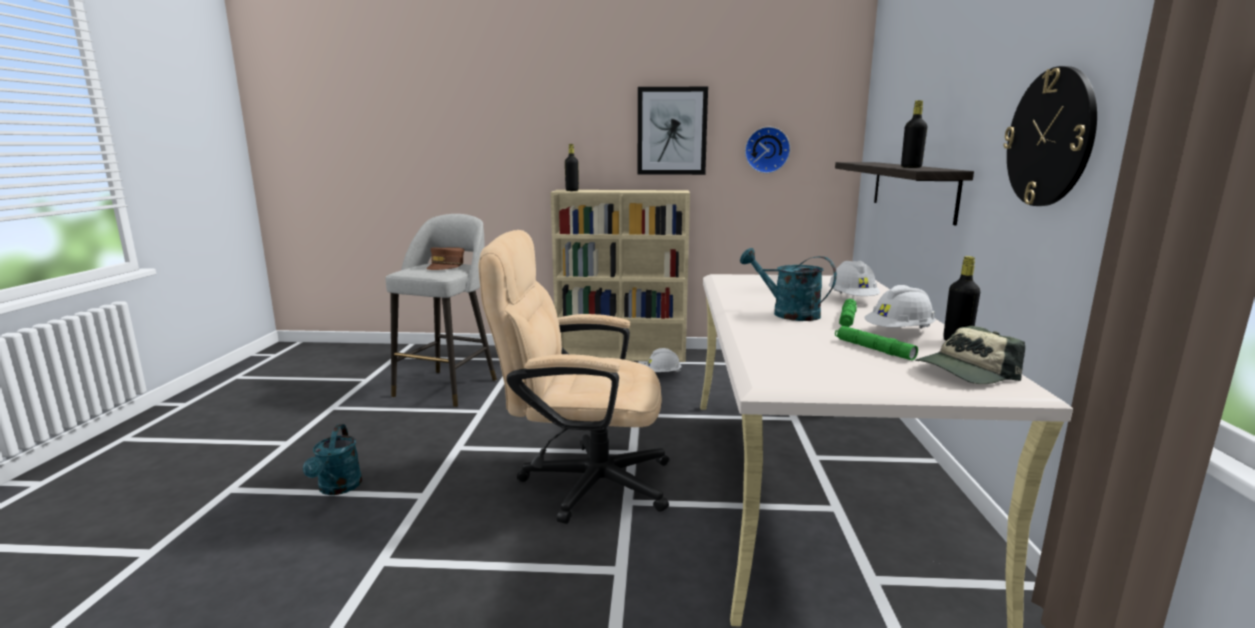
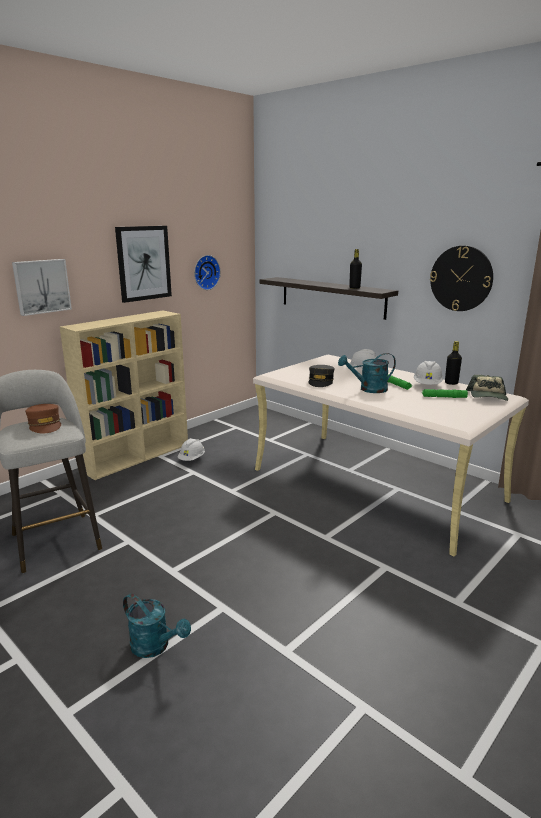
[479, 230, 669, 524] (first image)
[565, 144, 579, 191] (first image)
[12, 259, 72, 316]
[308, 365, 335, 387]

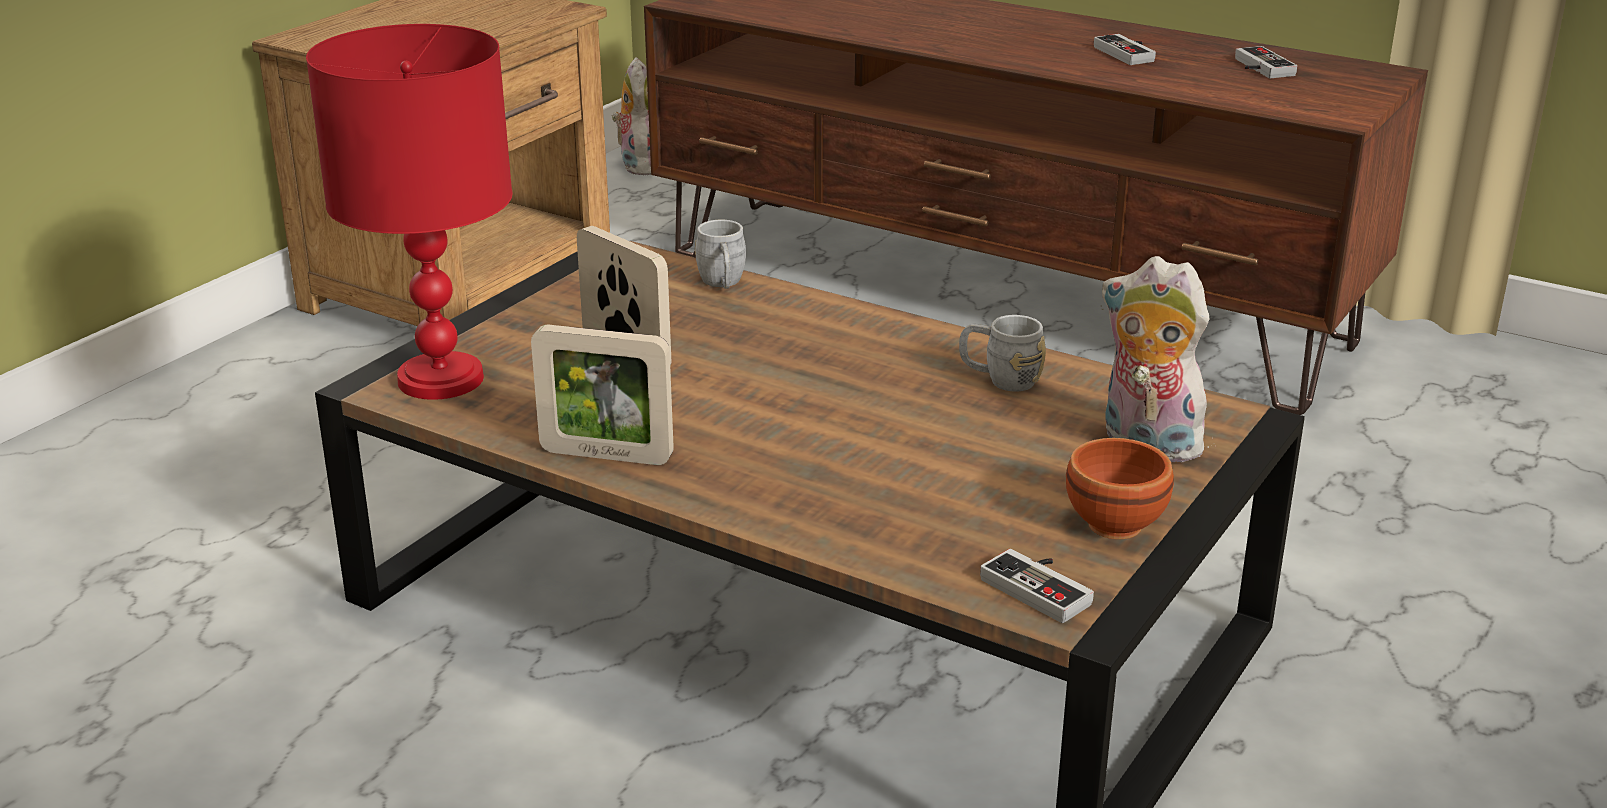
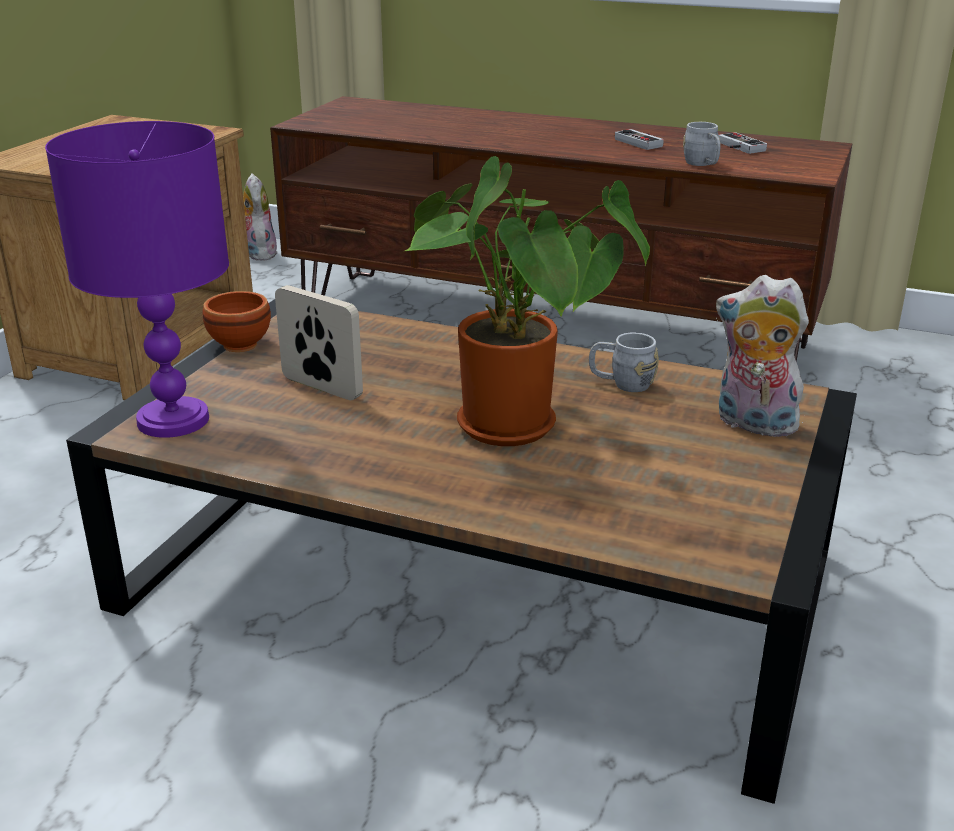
[45, 121, 229, 438]
[531, 325, 674, 465] (first image)
[683, 122, 720, 166]
[980, 549, 1094, 623] (first image)
[203, 291, 271, 352]
[405, 156, 650, 446]

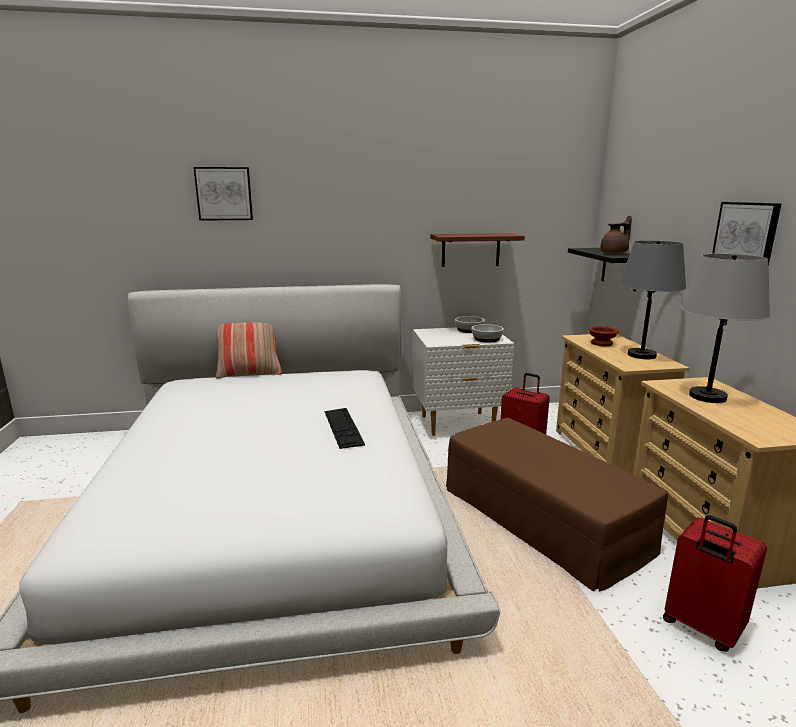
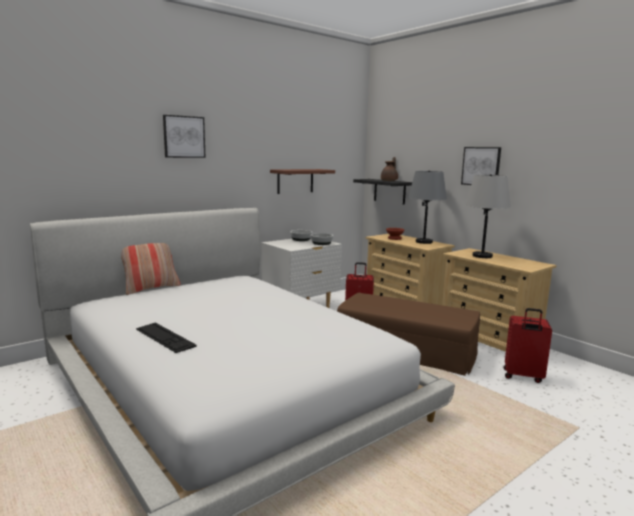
[163, 115, 206, 158]
[136, 323, 197, 353]

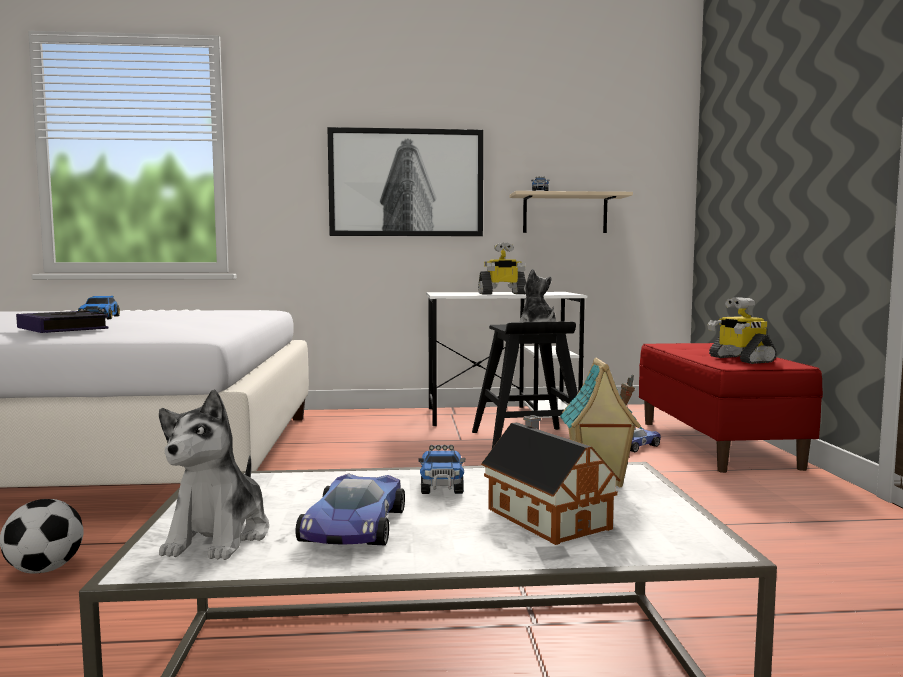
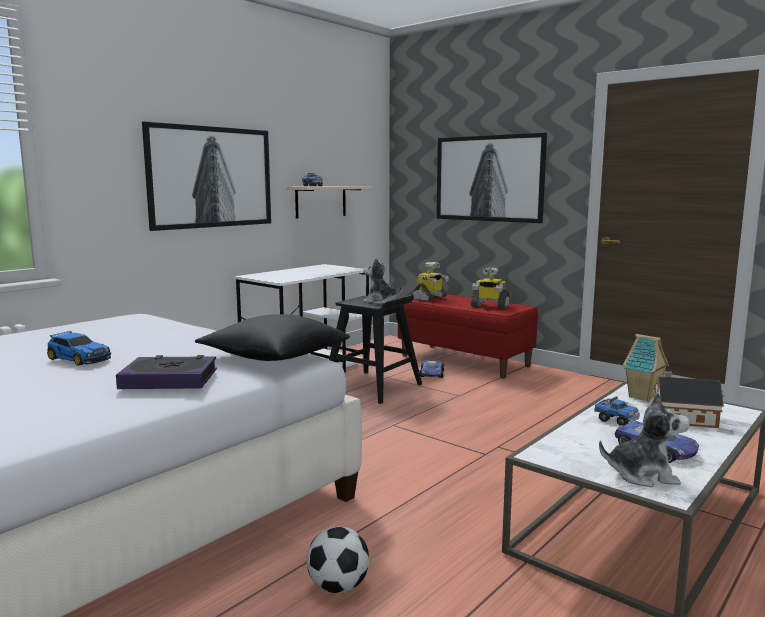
[599, 392, 690, 487]
[412, 262, 449, 301]
[195, 314, 350, 361]
[436, 132, 547, 223]

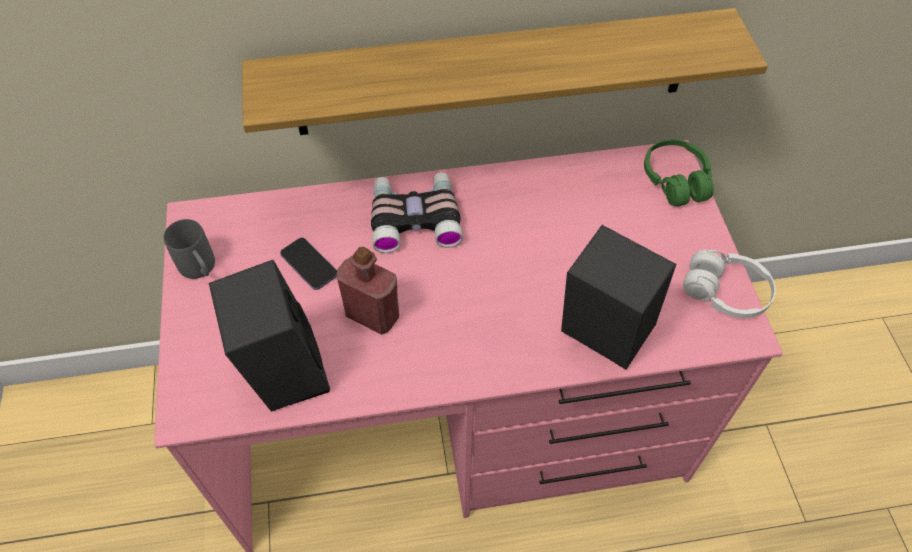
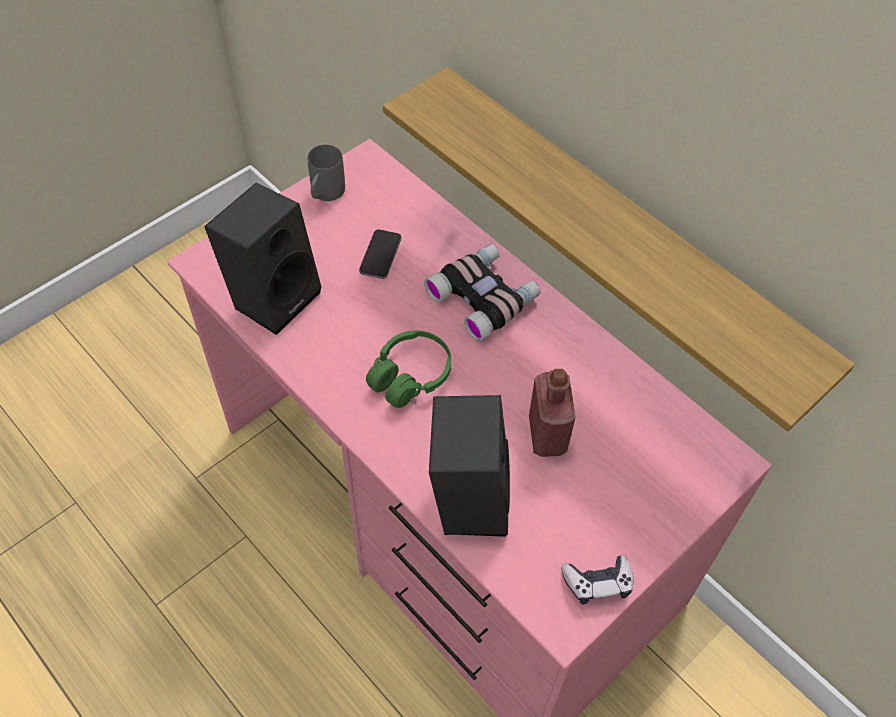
[529, 369, 576, 457]
[366, 330, 452, 408]
[561, 555, 633, 604]

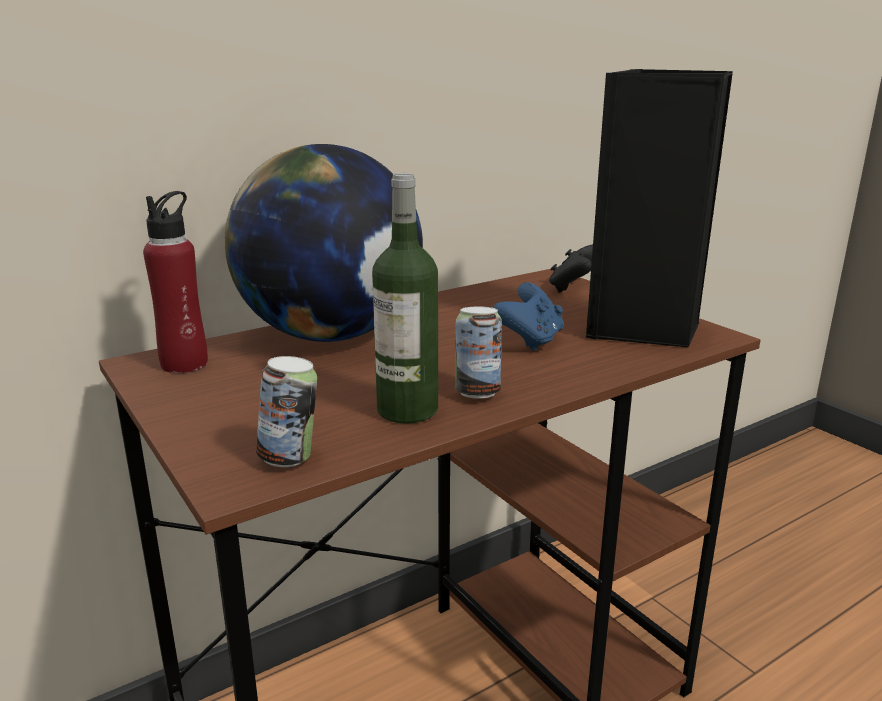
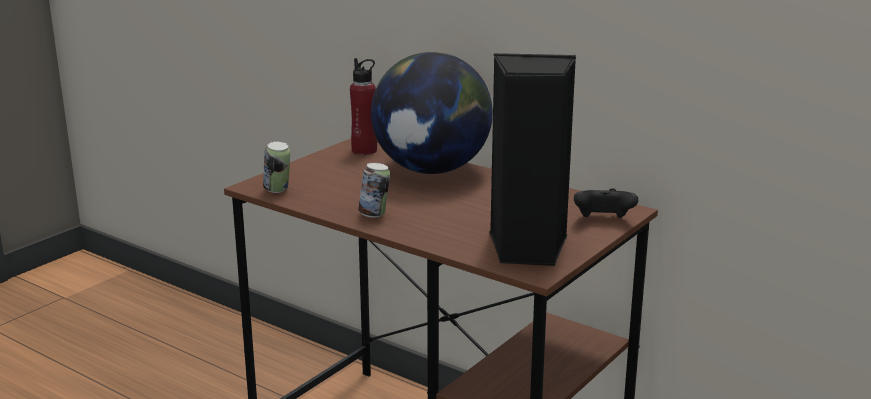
[372, 173, 438, 424] (first image)
[493, 282, 563, 351] (first image)

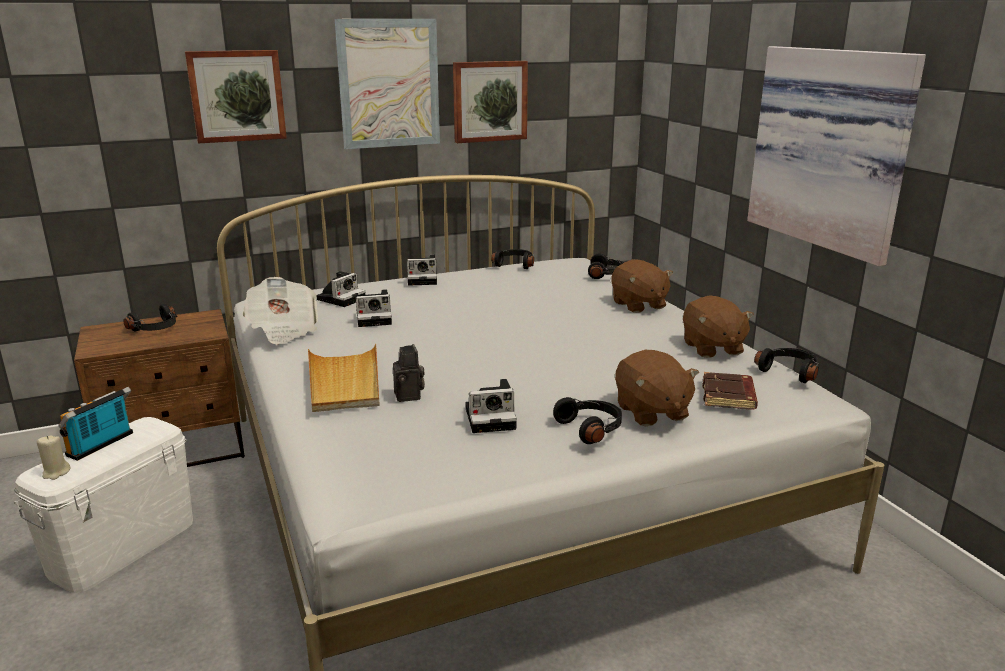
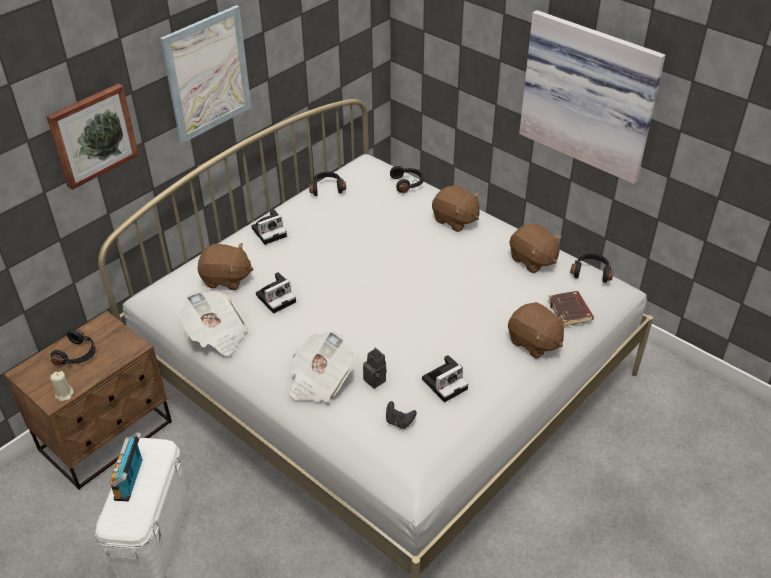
[50, 371, 74, 401]
[290, 331, 354, 403]
[197, 243, 253, 290]
[453, 61, 528, 143] (first image)
[553, 397, 622, 444] (first image)
[386, 401, 417, 429]

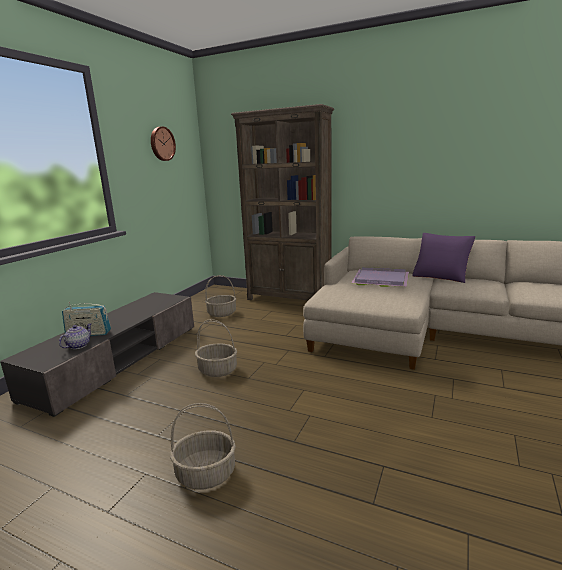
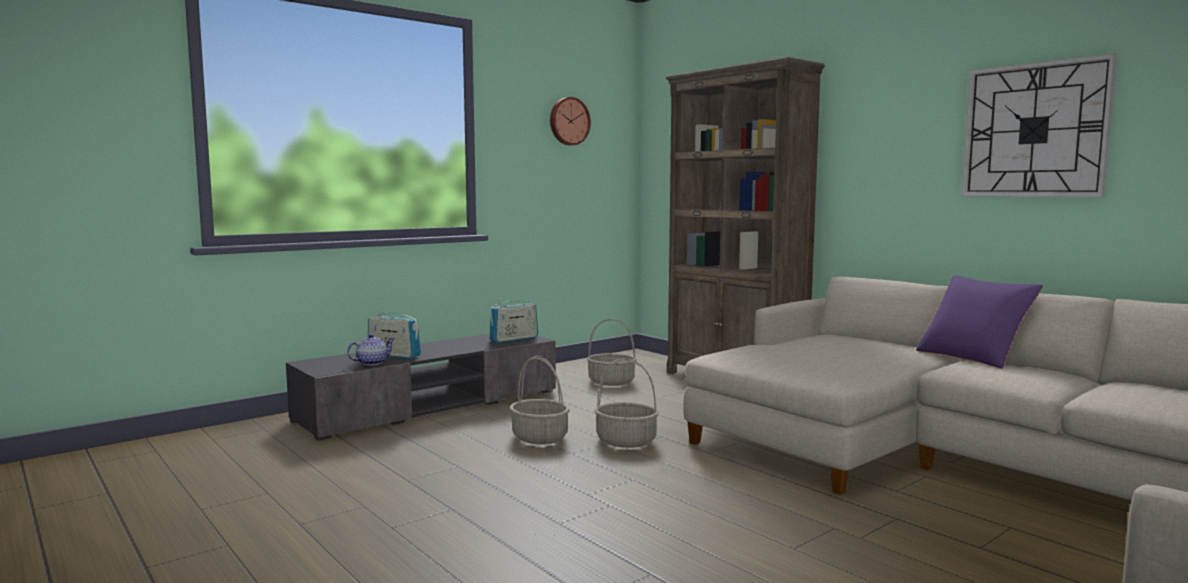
[594, 358, 659, 448]
[351, 267, 409, 287] (first image)
[489, 298, 538, 343]
[962, 53, 1117, 197]

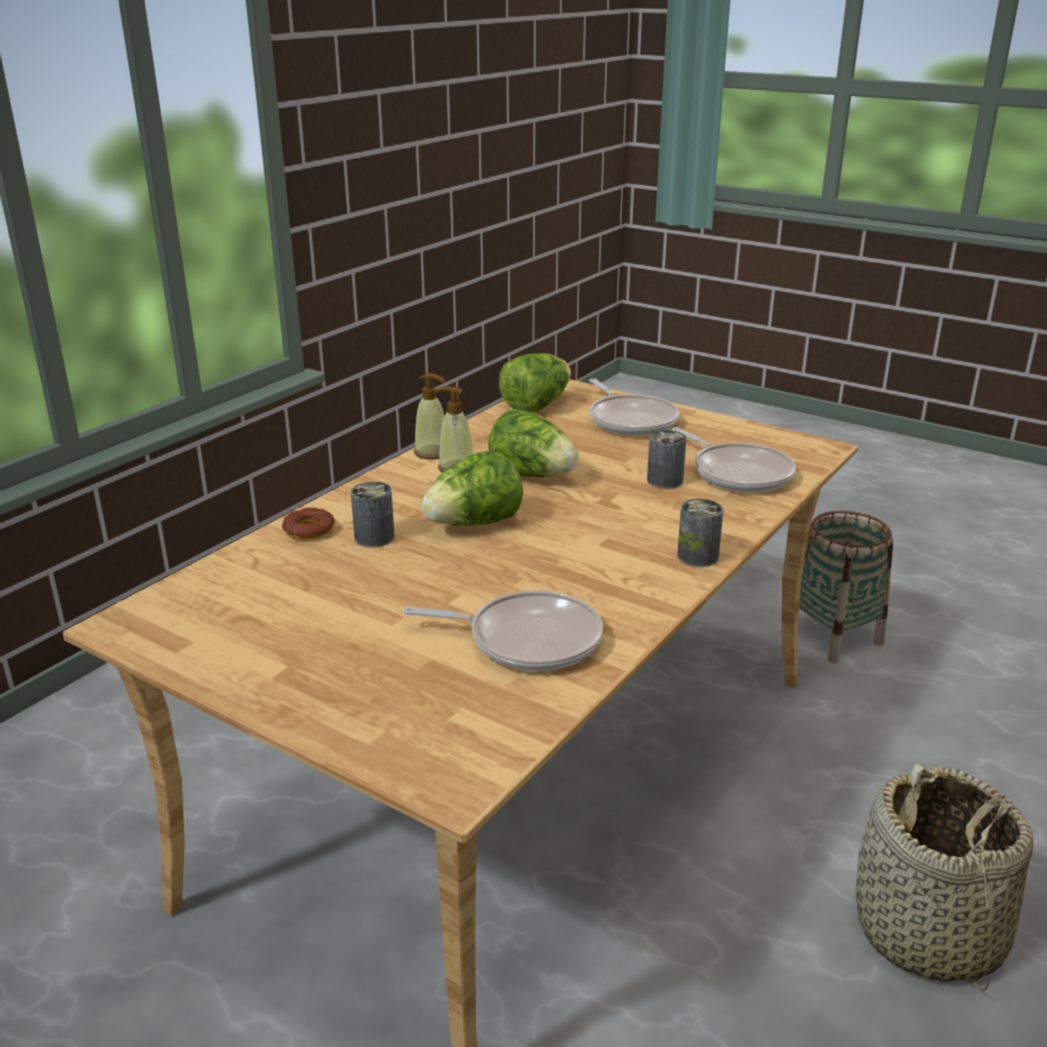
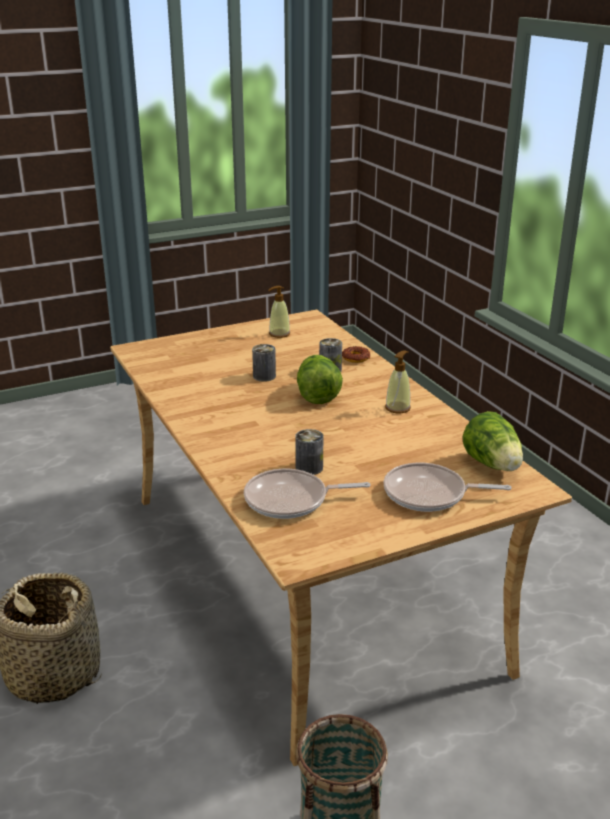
[403, 590, 603, 671] (first image)
[268, 286, 290, 338]
[488, 409, 579, 477] (first image)
[252, 344, 276, 382]

